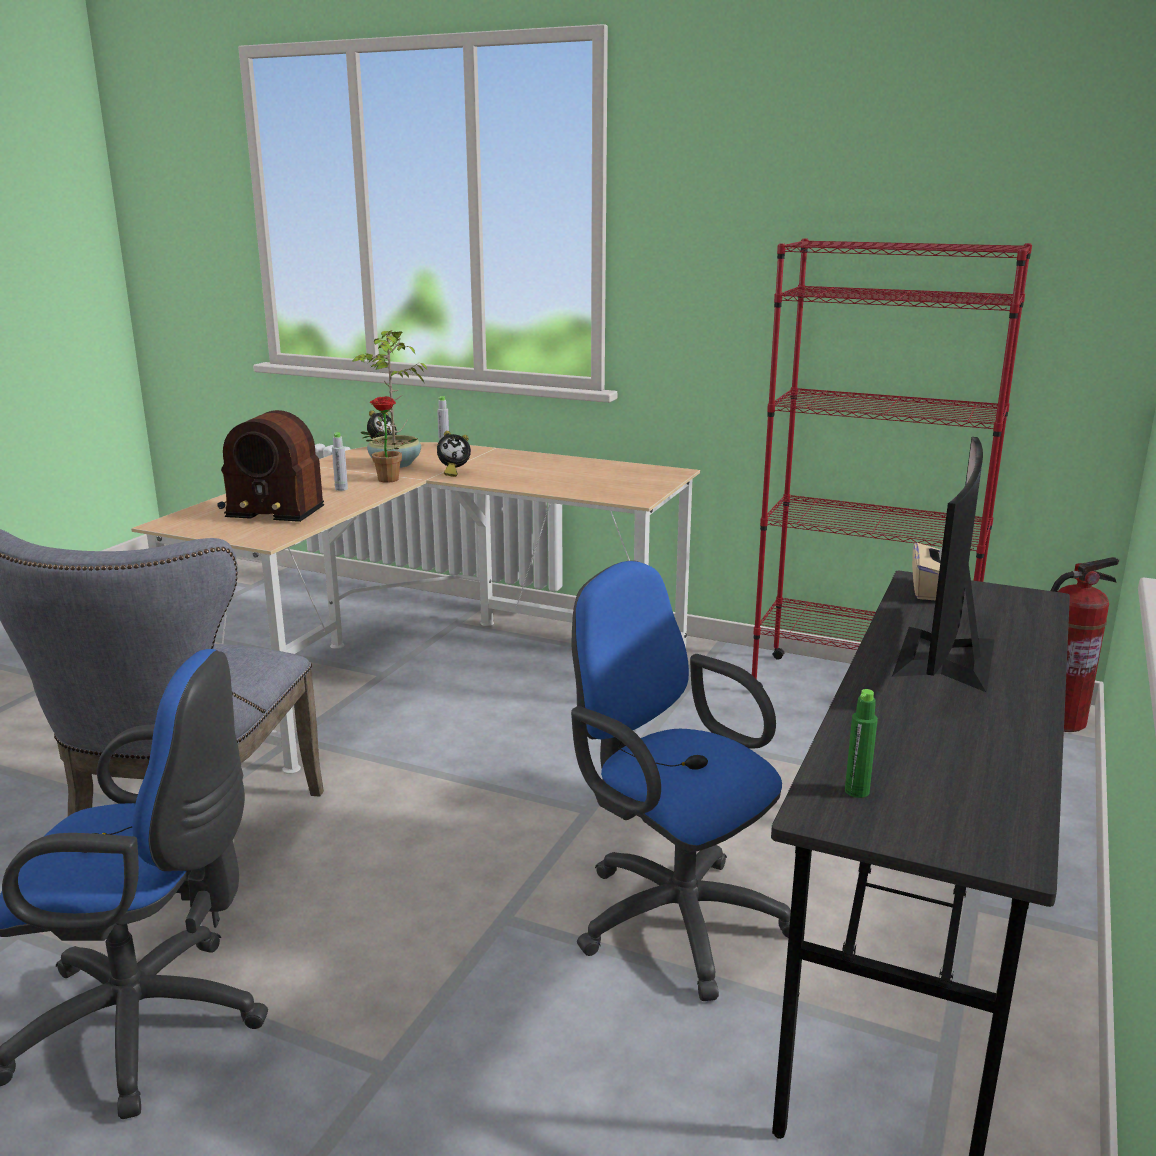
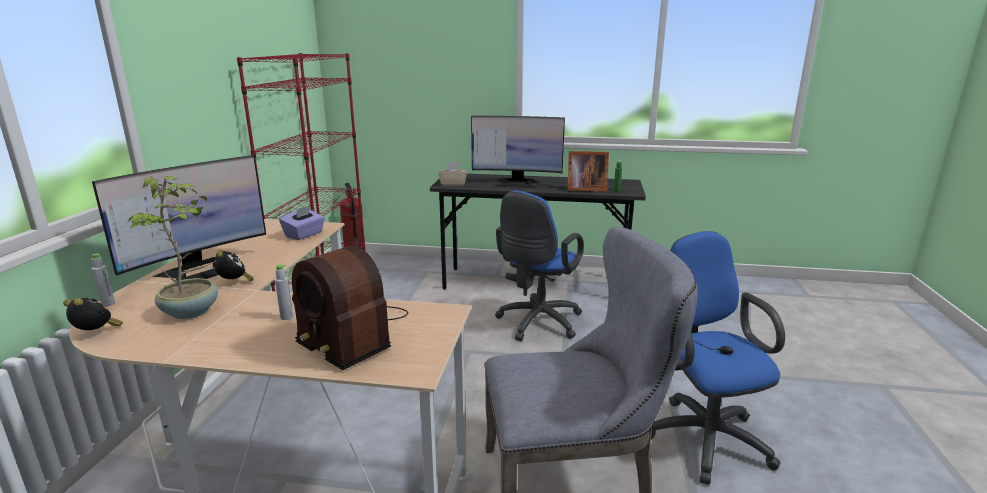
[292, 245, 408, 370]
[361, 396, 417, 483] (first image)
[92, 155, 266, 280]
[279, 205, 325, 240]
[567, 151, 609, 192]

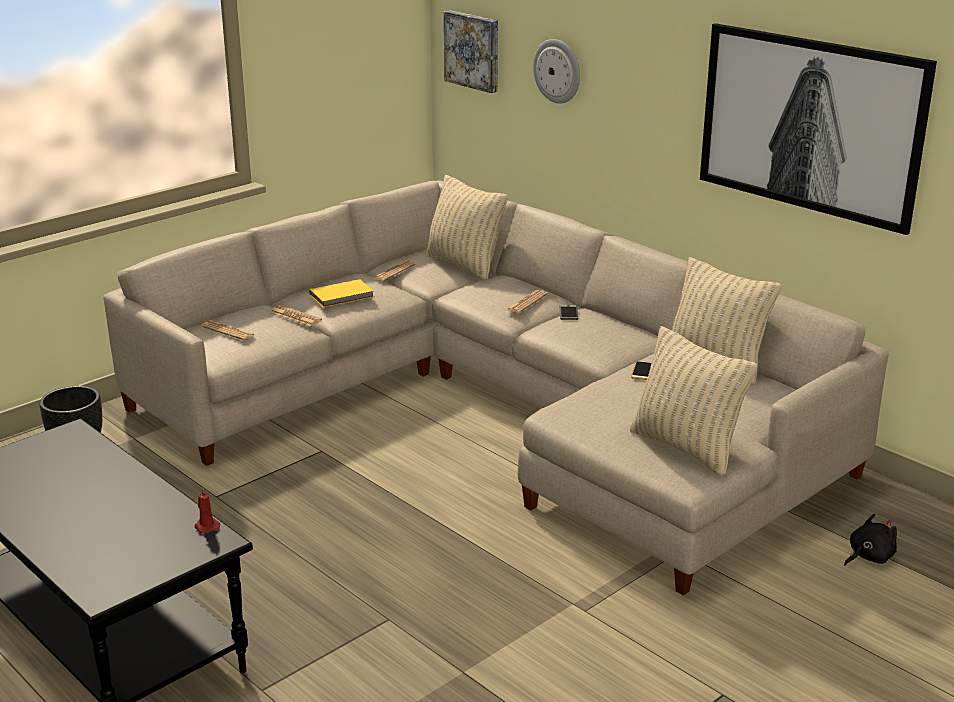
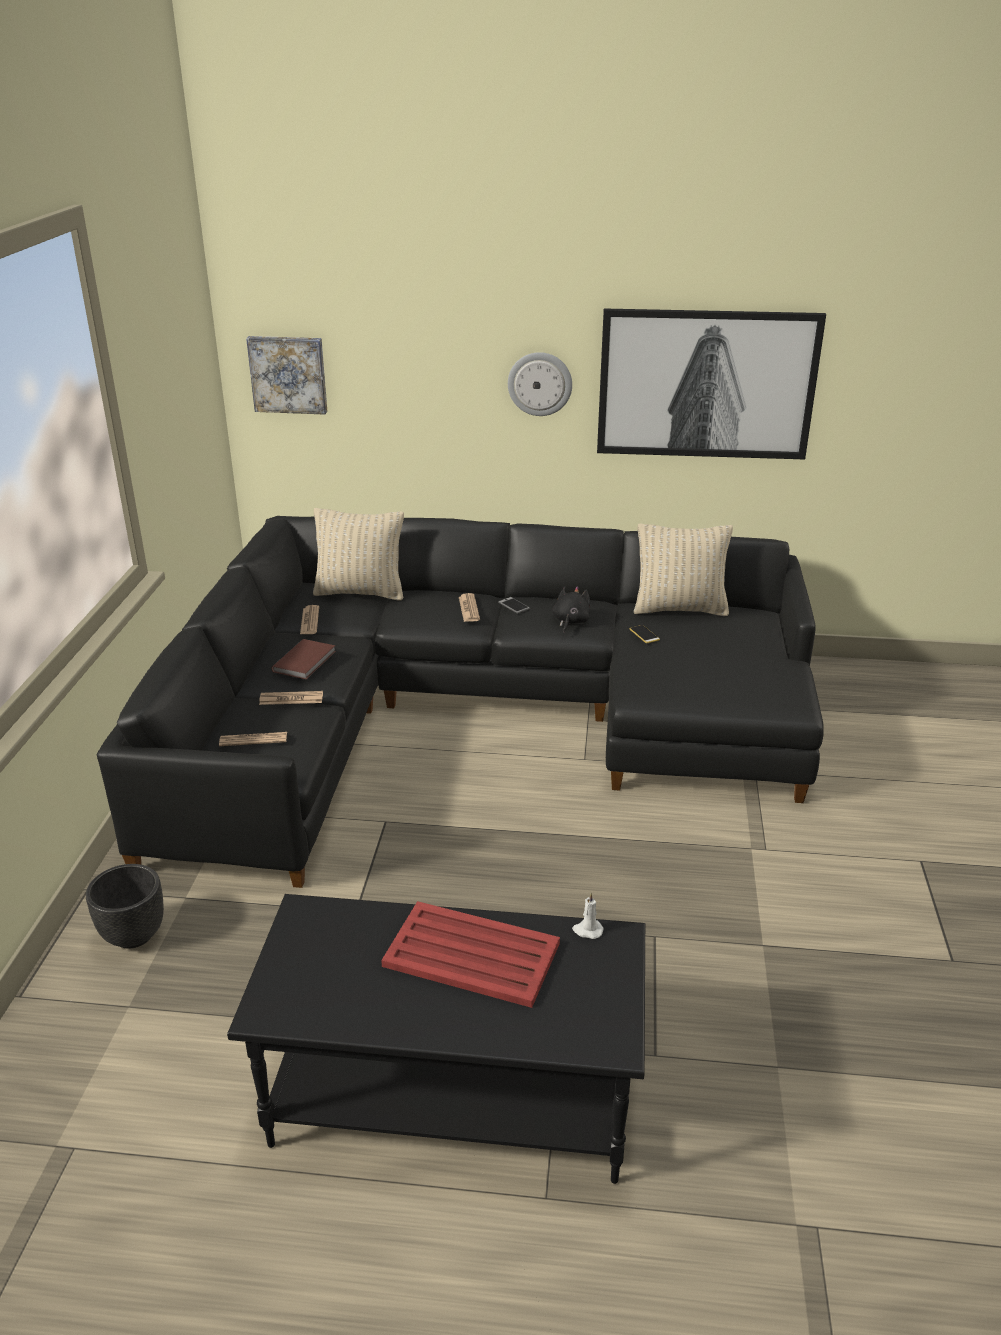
[97, 516, 824, 888]
[572, 893, 604, 939]
[272, 639, 336, 679]
[508, 352, 572, 416]
[630, 326, 758, 476] (first image)
[552, 586, 590, 633]
[381, 901, 560, 1008]

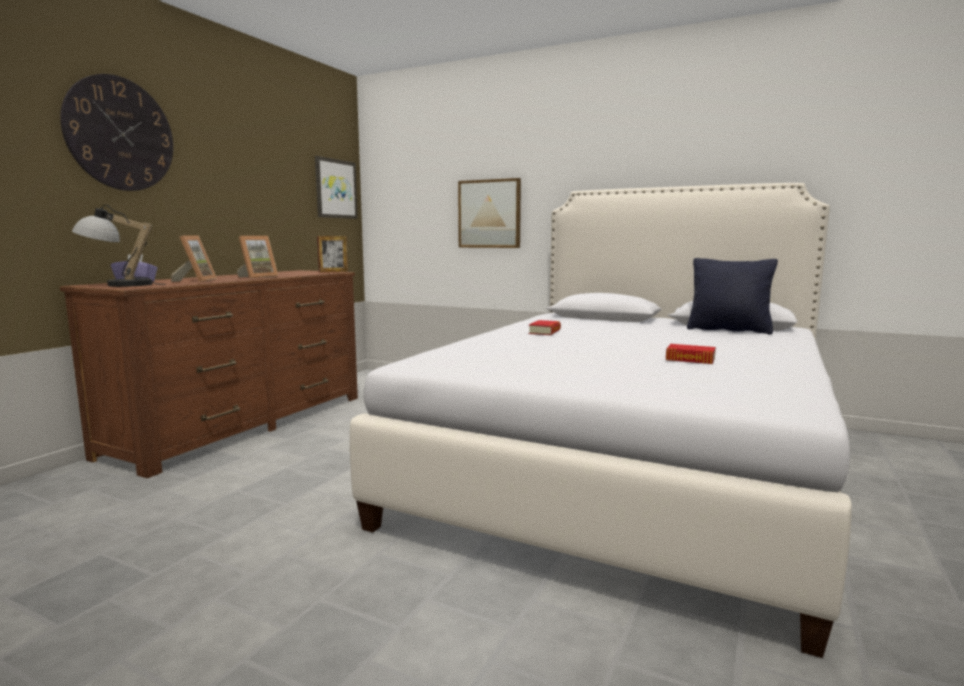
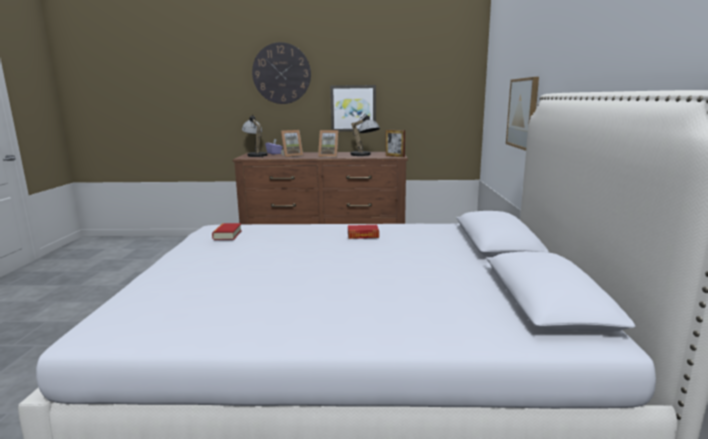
[330, 85, 376, 132]
[212, 223, 242, 240]
[687, 258, 778, 334] (first image)
[351, 114, 380, 156]

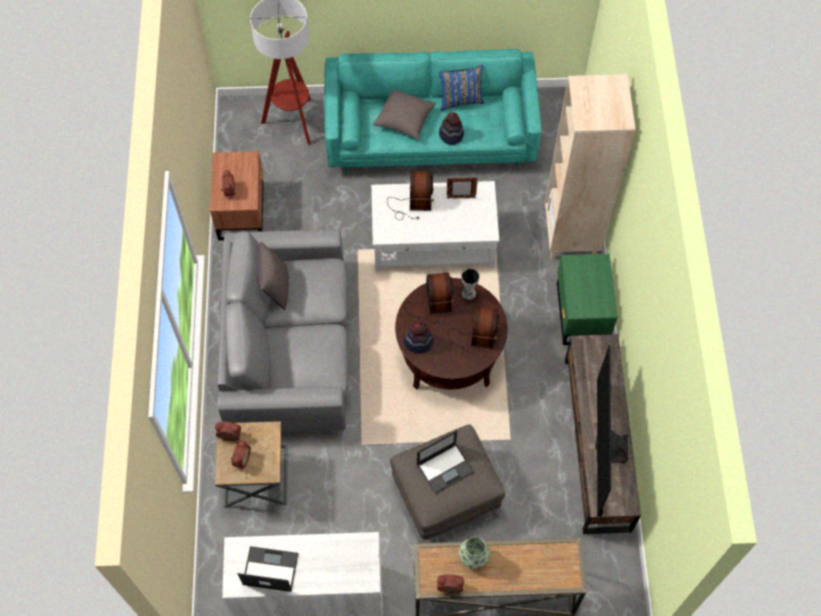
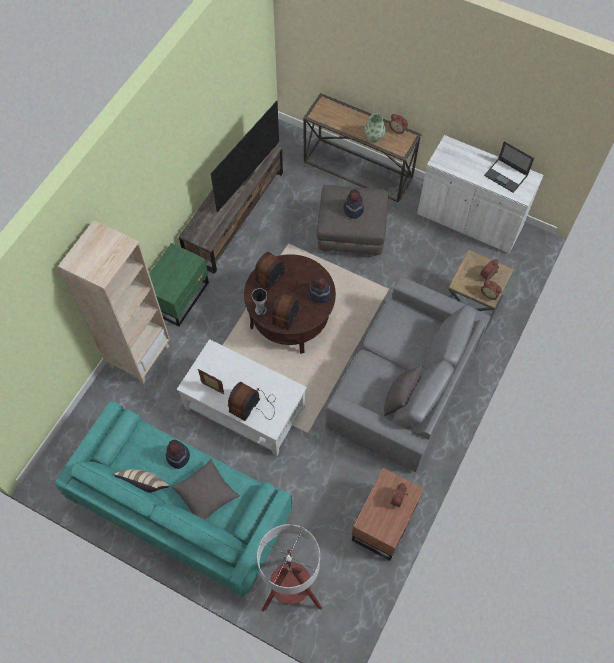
[343, 189, 364, 219]
[114, 469, 170, 492]

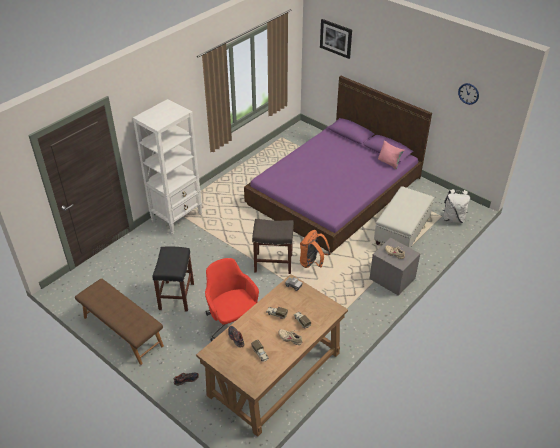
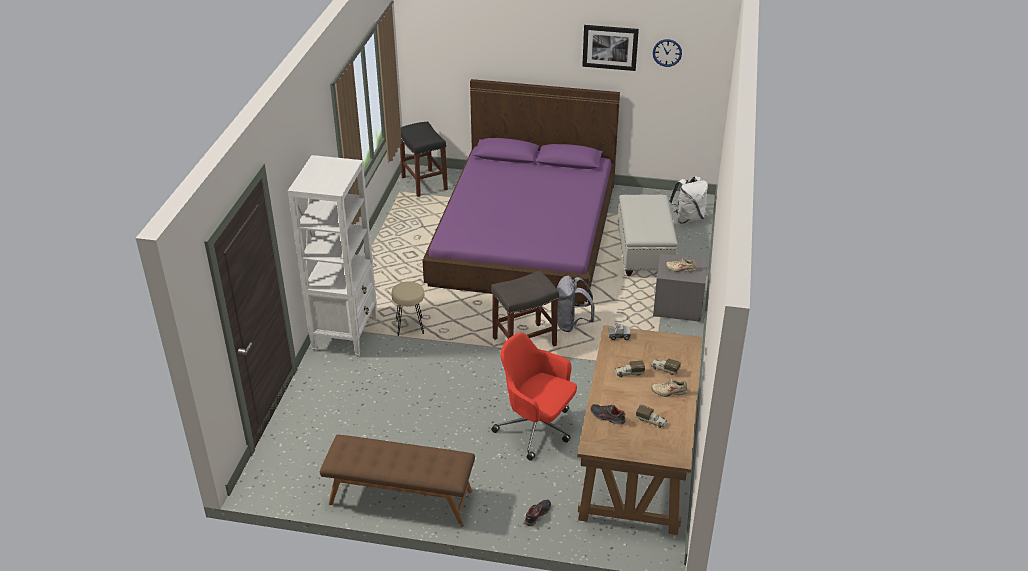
[400, 122, 448, 197]
[557, 276, 595, 332]
[582, 25, 639, 71]
[378, 140, 404, 169] (first image)
[391, 281, 424, 336]

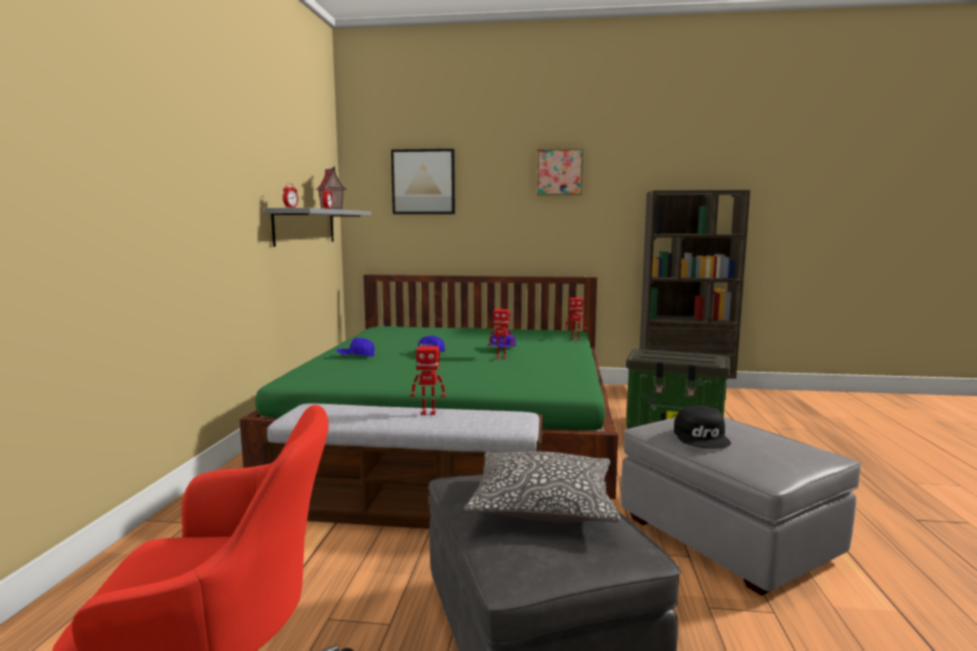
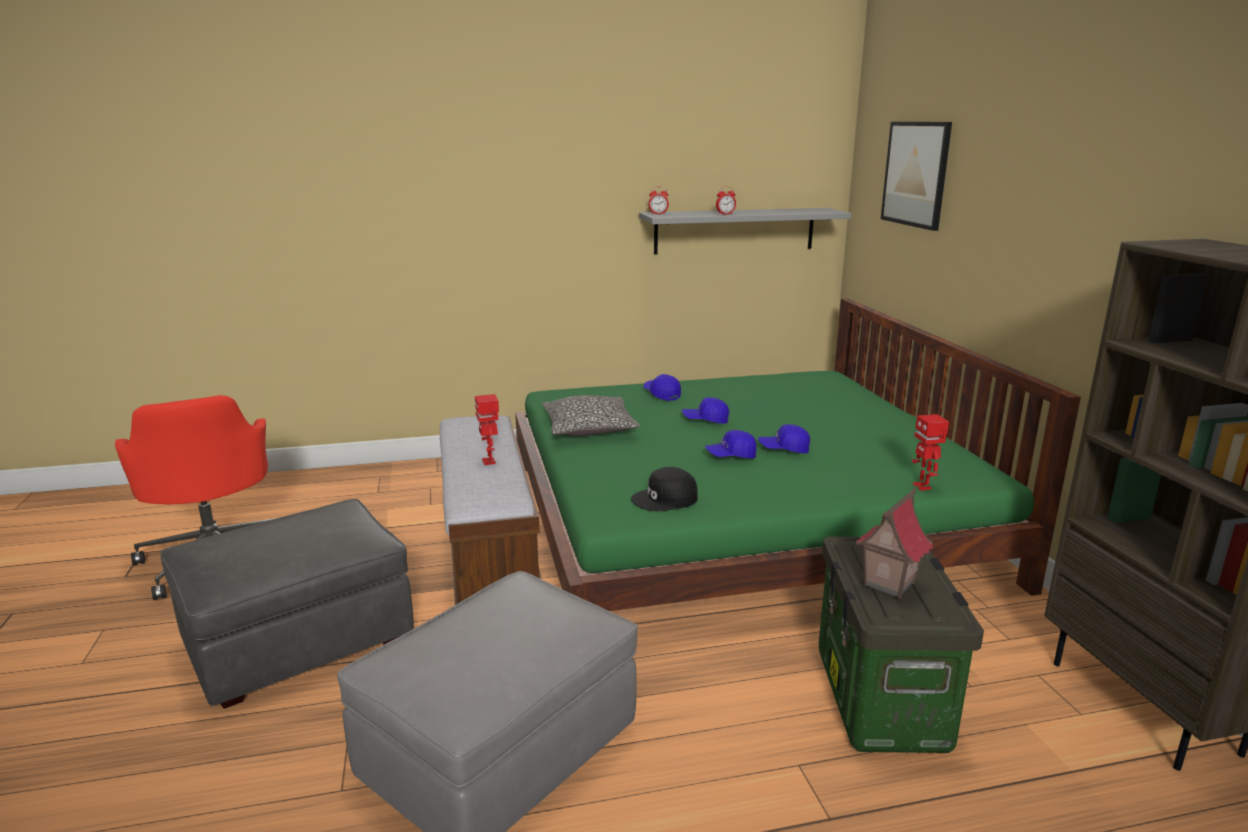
[855, 488, 933, 598]
[542, 395, 640, 436]
[705, 430, 757, 458]
[537, 148, 583, 195] (first image)
[631, 467, 698, 511]

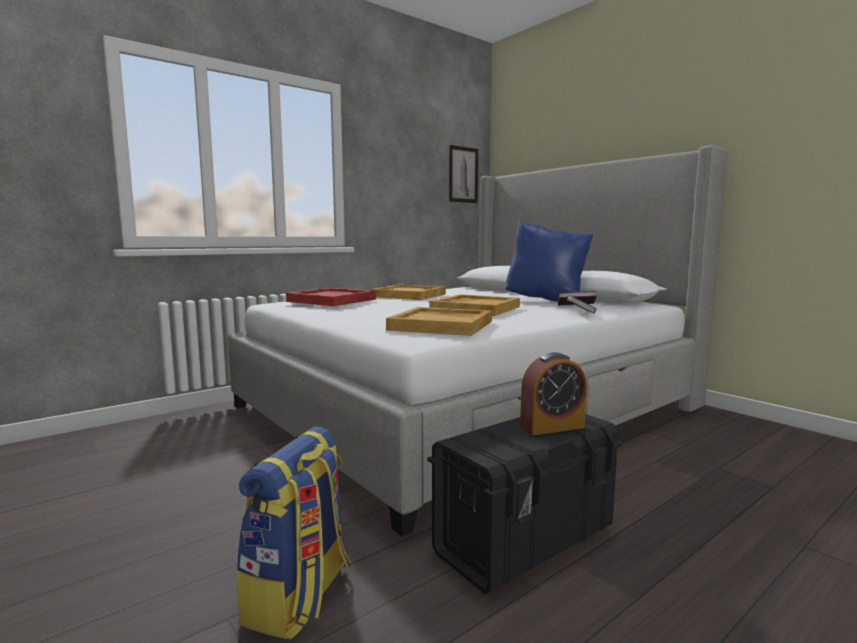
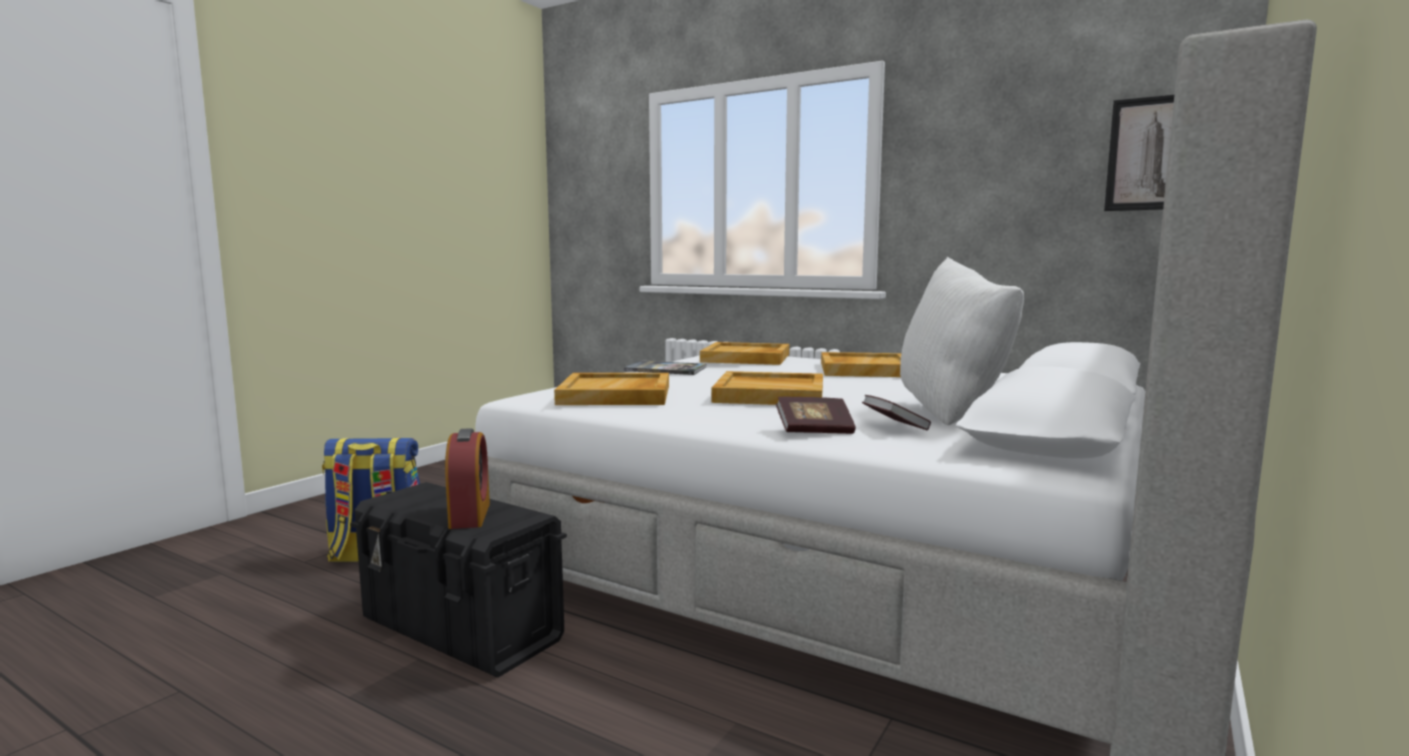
[700, 342, 789, 365]
[900, 257, 1024, 425]
[445, 428, 490, 529]
[623, 360, 706, 375]

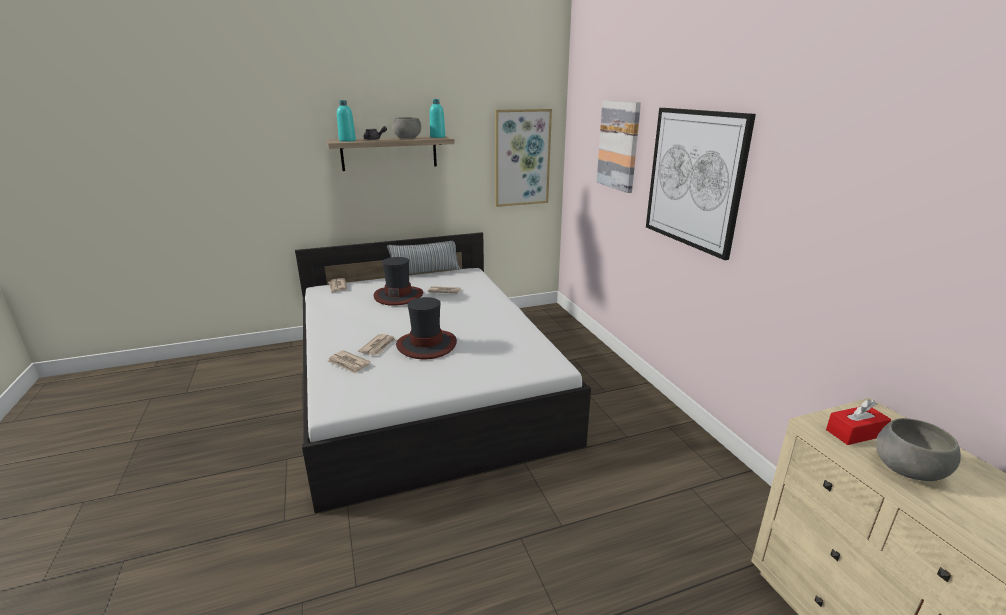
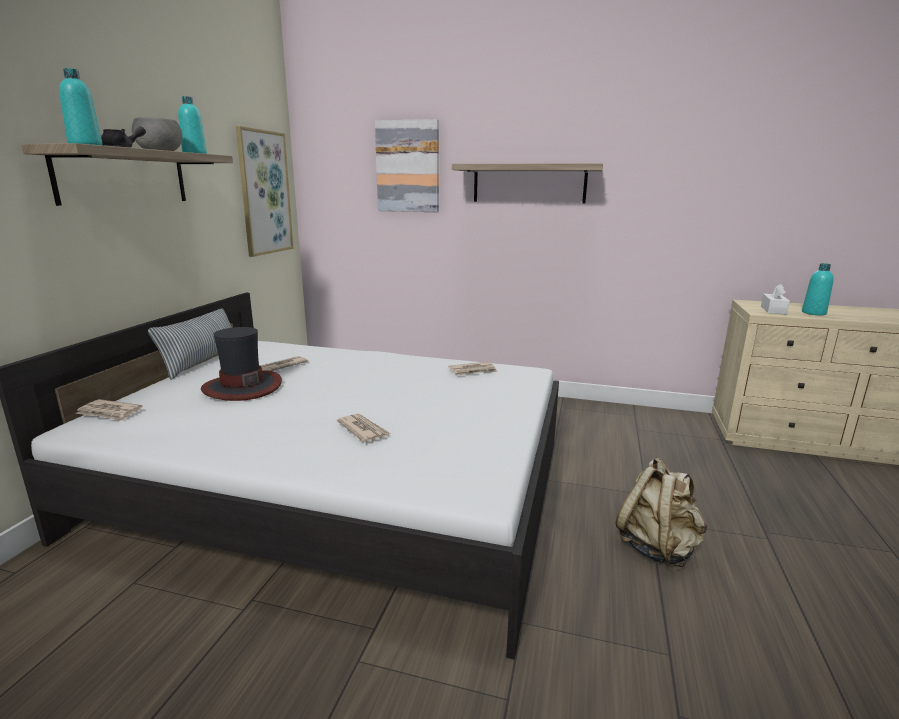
[448, 362, 498, 376]
[396, 297, 457, 359] (first image)
[452, 163, 603, 204]
[761, 284, 790, 315]
[802, 263, 834, 315]
[616, 457, 707, 567]

